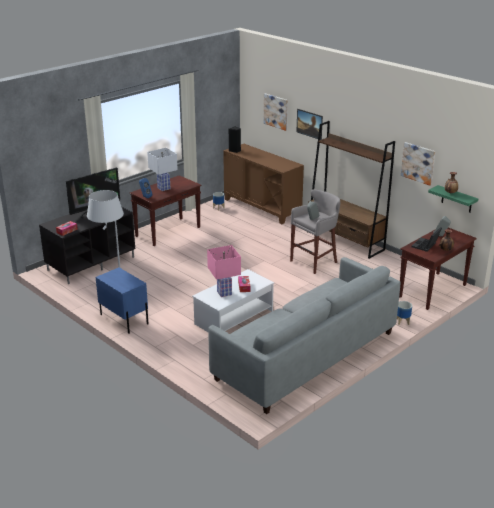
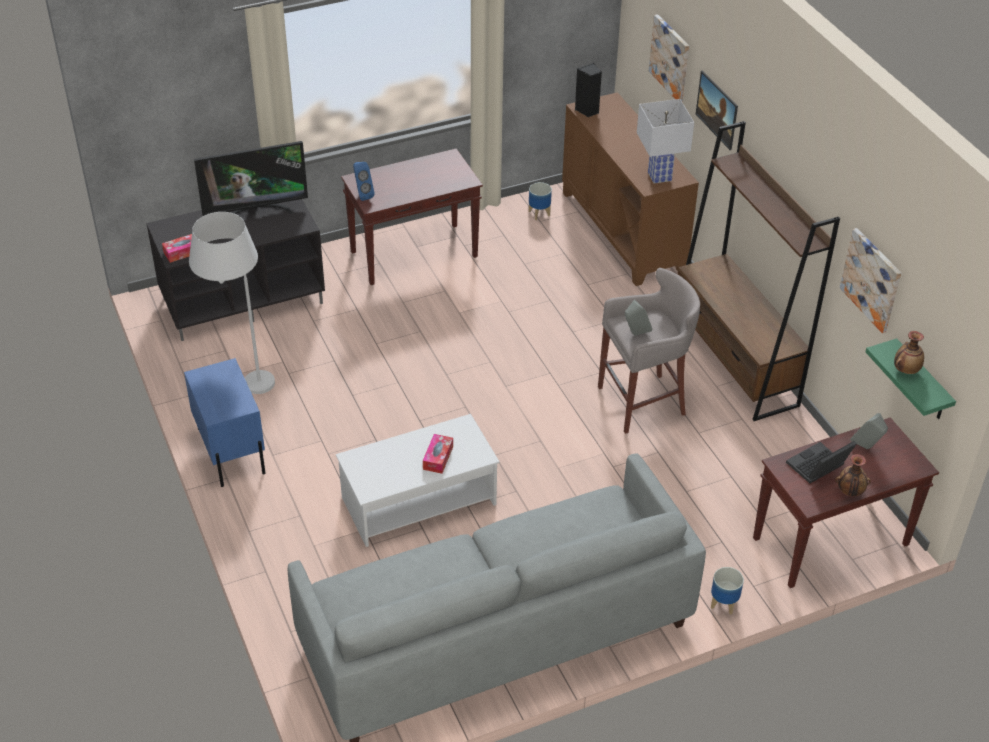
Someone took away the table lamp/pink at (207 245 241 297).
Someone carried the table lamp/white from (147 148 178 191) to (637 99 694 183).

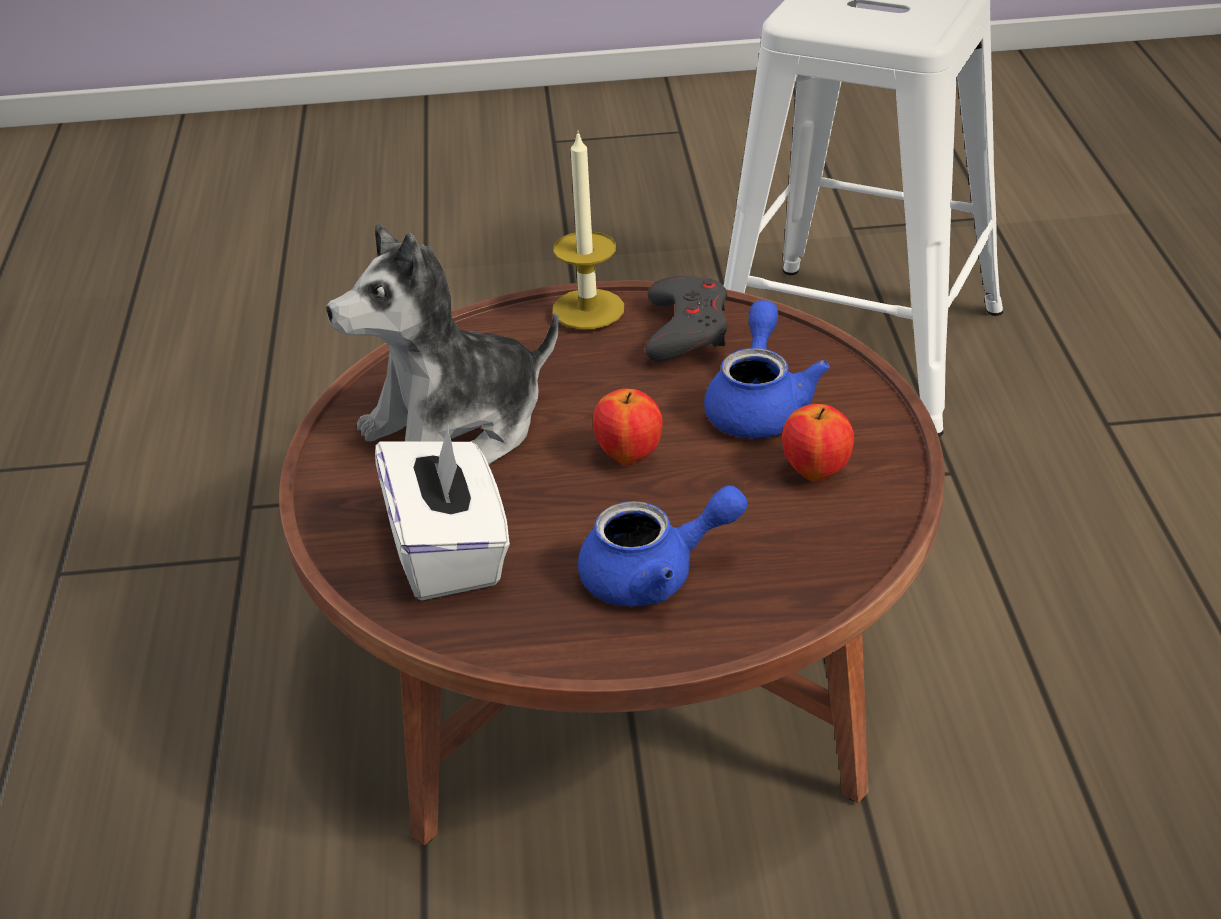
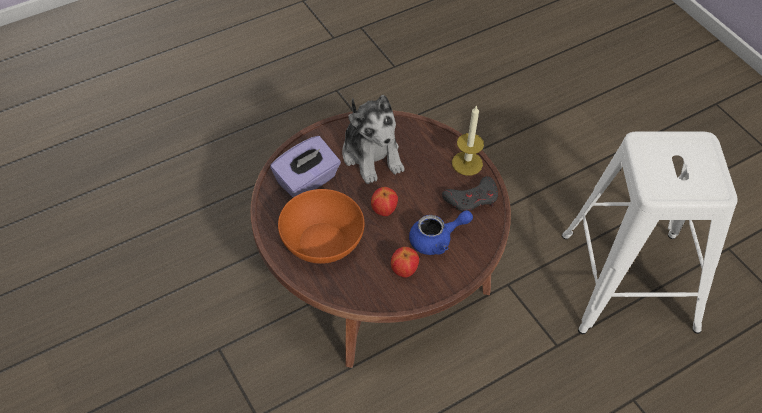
Someone swapped the teapot/blue at (578 486 747 607) for the bowl/orange at (278 189 364 264).
Someone repainted the tissue box/white at (375 425 510 600), which became the tissue box/purple at (270 136 341 198).
Someone rotated the plush toy at (326 223 559 465) by 150 degrees counterclockwise.

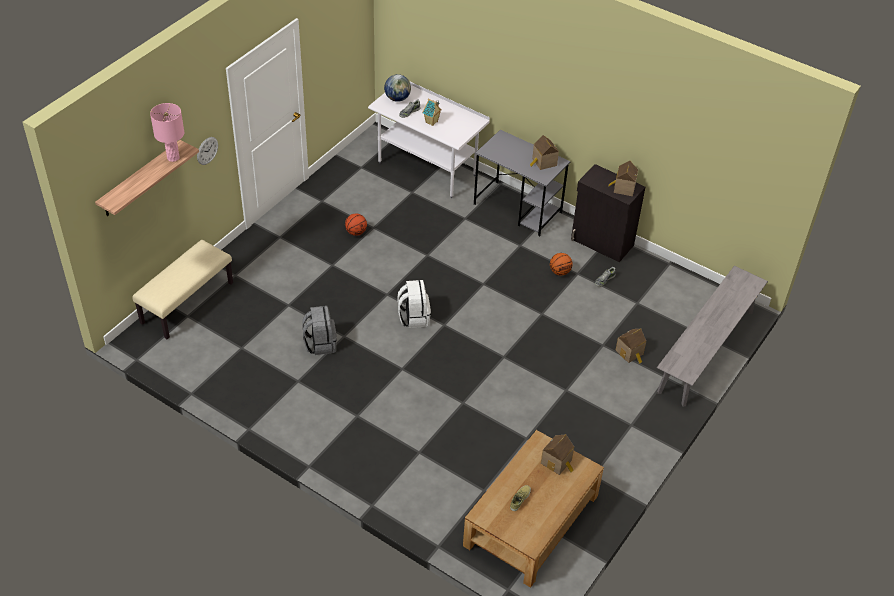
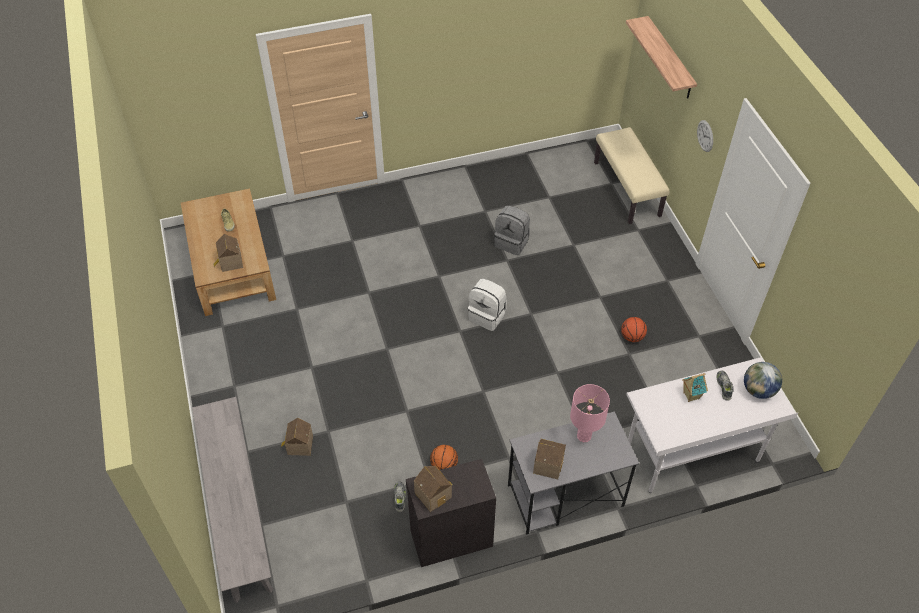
Someone carried the table lamp/pink from (150 103 184 162) to (570 384 610 442).

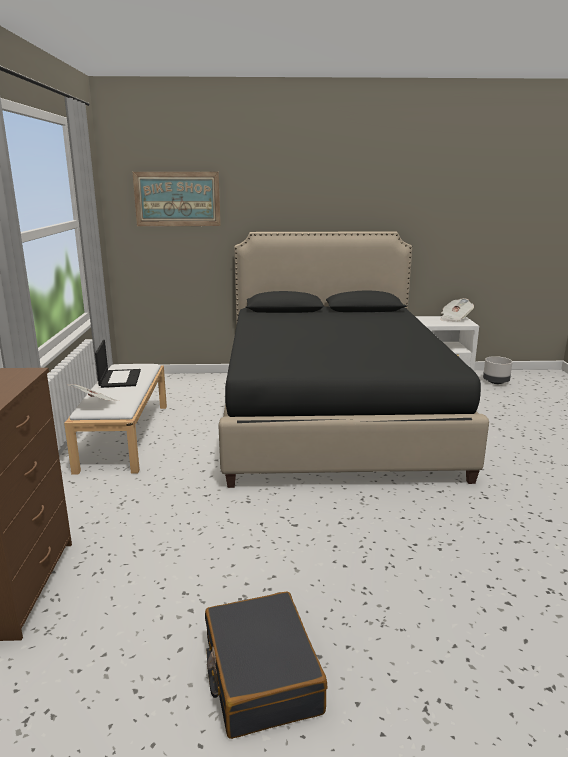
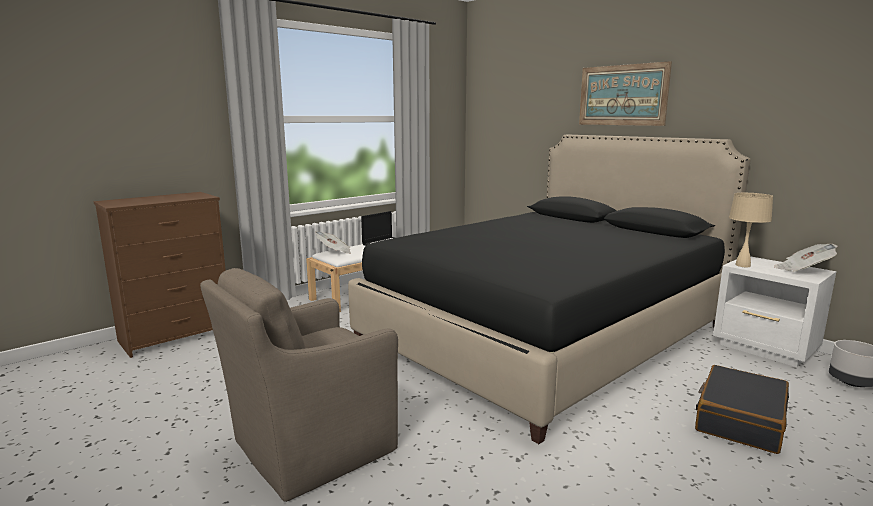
Someone put down the armchair/brown at (200 268 398 502).
Someone put down the table lamp/beige at (729 193 773 267).
Someone carried the picture from (133 172 221 226) to (579 61 672 126).
Someone carried the suitcase/black from (205 592 327 739) to (695 365 789 454).

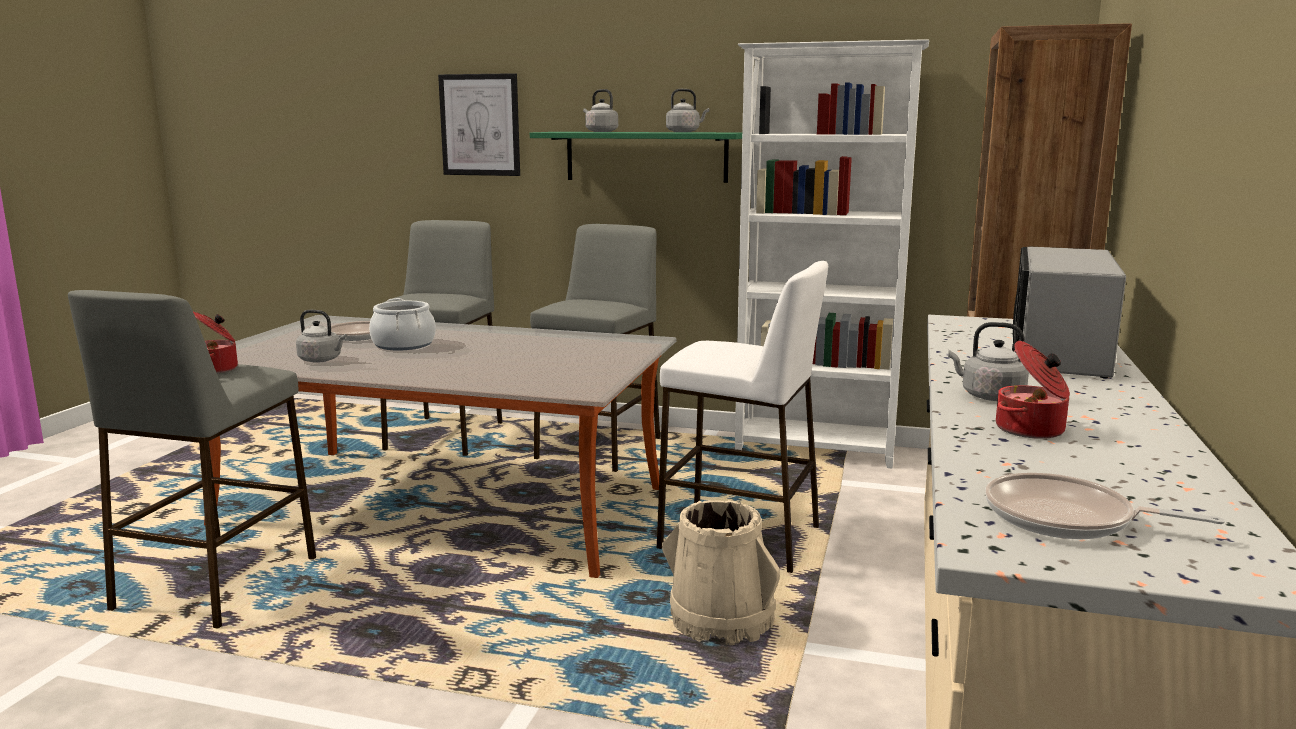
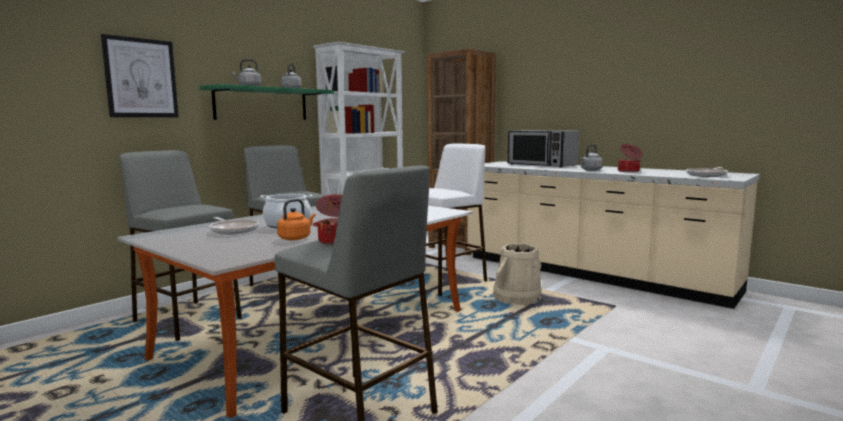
Someone repainted the kettle/grey at (296 310 347 363), which became the kettle/orange at (277 199 316 240).

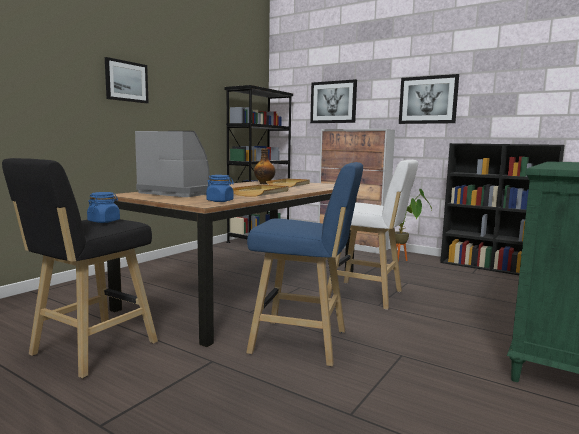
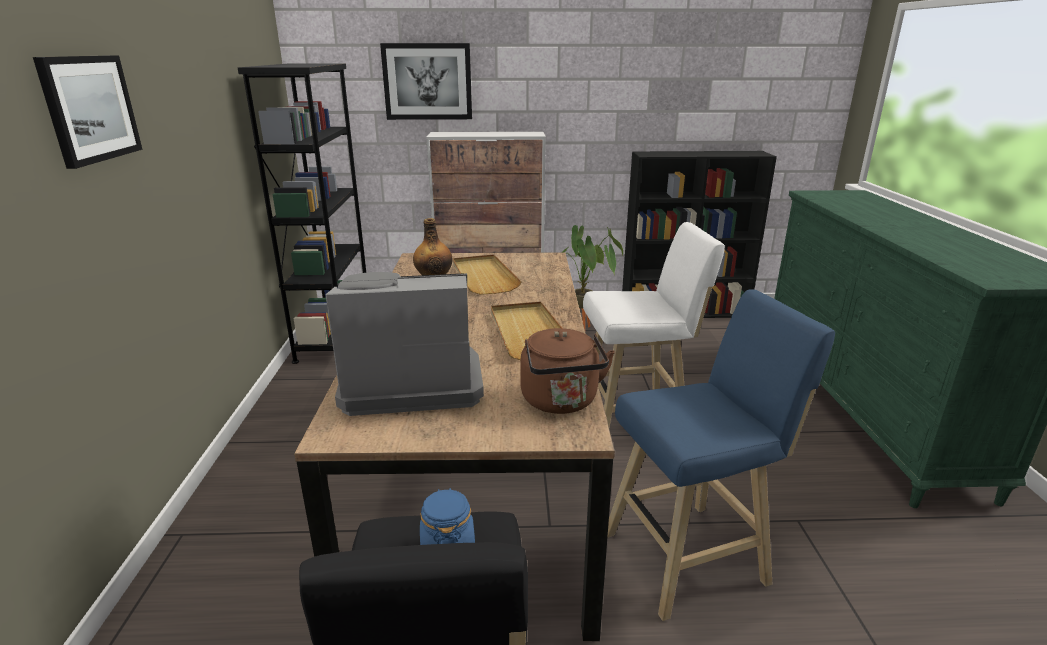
Someone took away the picture at (399 74 459 124).
Someone swapped the jar/blue at (206 175 234 202) for the kettle/brown at (520 328 615 414).

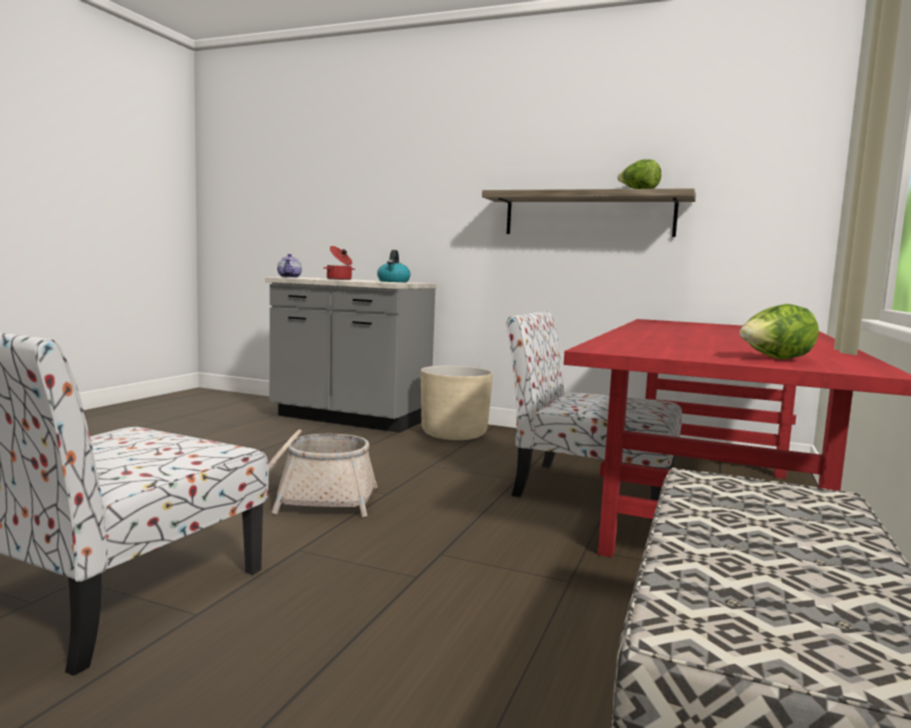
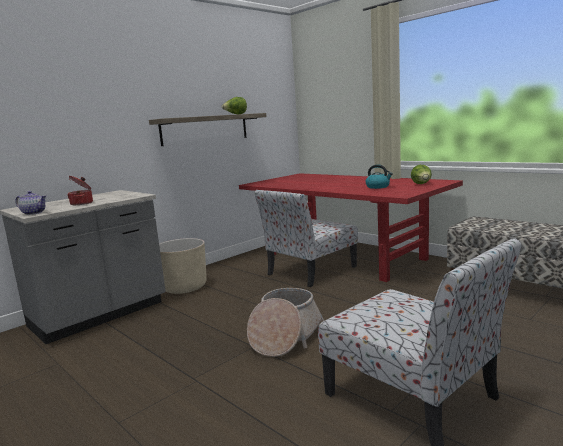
Someone carried the kettle from (377 250 410 282) to (366 164 393 189).

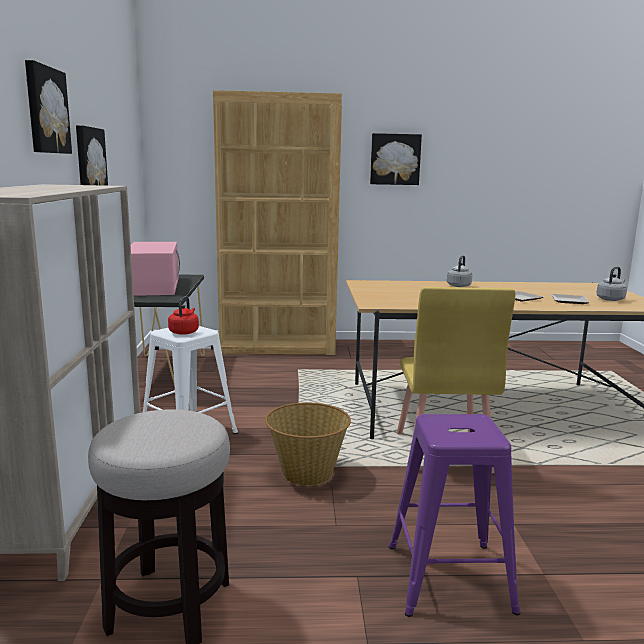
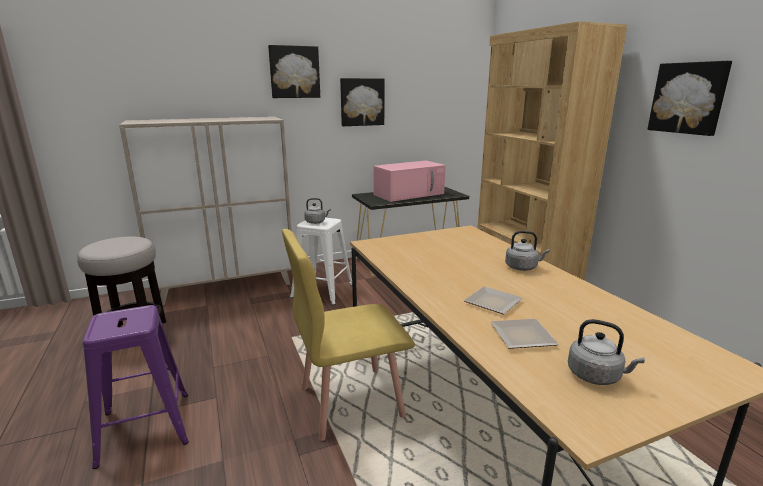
Someone took away the basket at (265 402 351 486).
Someone repainted the kettle/red at (168 296 199 335), which became the kettle/grey at (304 198 331 224).

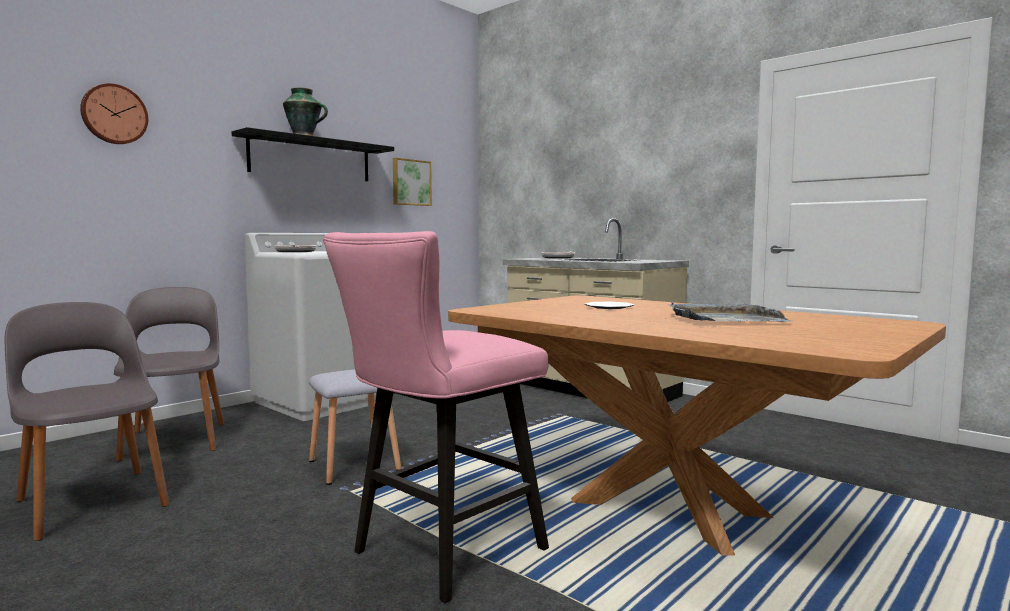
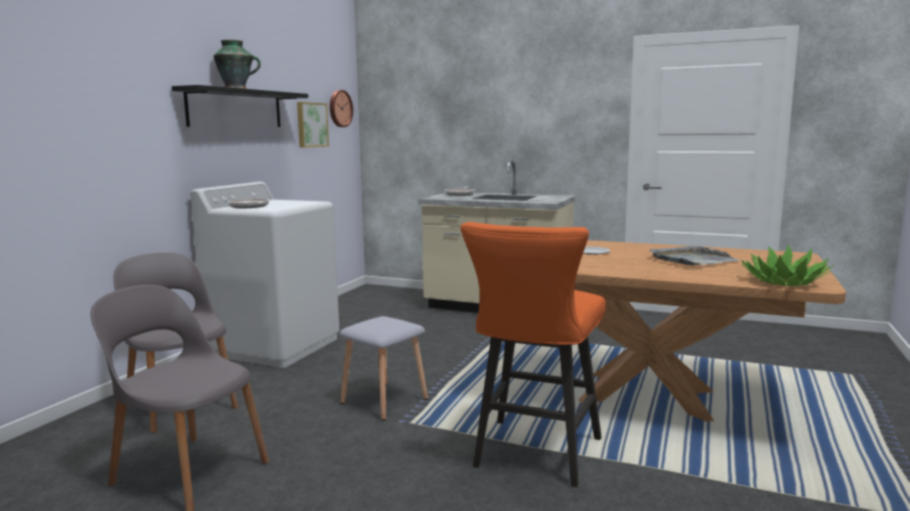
Someone put down the potted plant at (741 245 834 286).
Someone carried the wall clock from (80 83 148 144) to (330 90 353 127).
Someone repainted the stool/pink at (323 231 549 603), which became the stool/orange at (461 222 606 487).

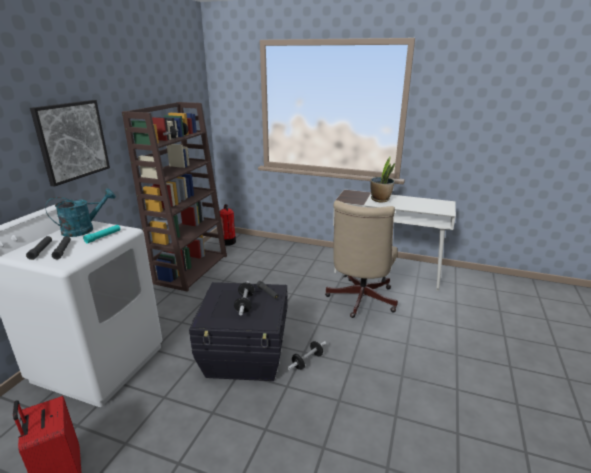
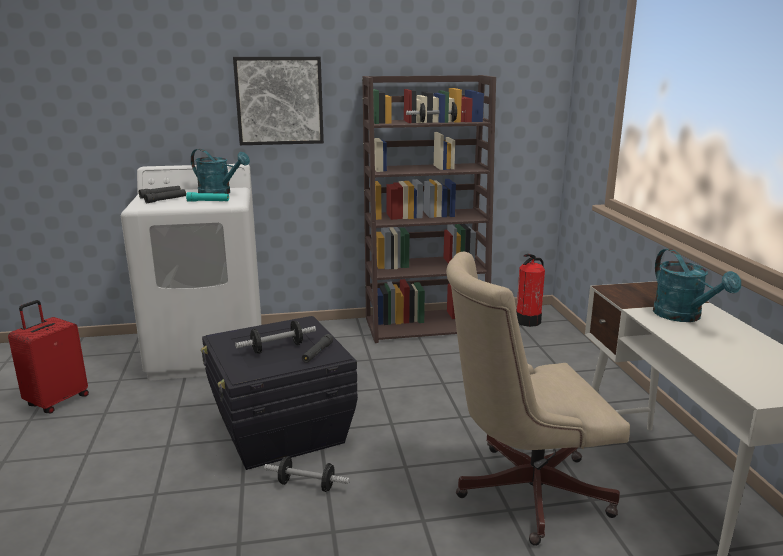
Someone swapped the potted plant at (371 156 395 202) for the watering can/turquoise at (653 249 741 322).

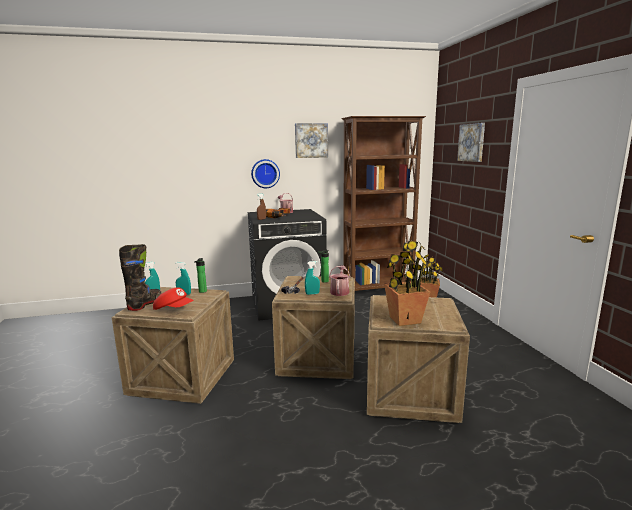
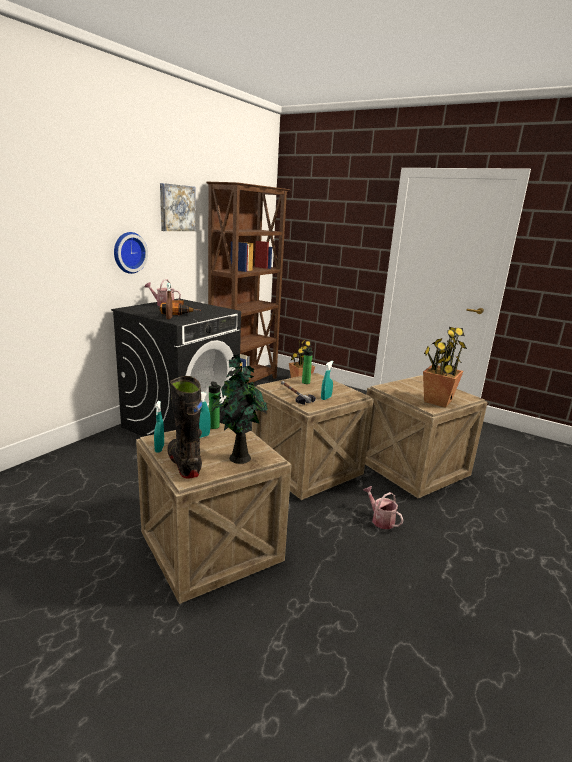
Someone took away the picture at (457 123 485 162).
Someone carried the watering can from (329 265 350 296) to (363 486 403 529).
Someone swapped the cap/red at (153 287 193 310) for the potted plant at (212 354 268 464).

